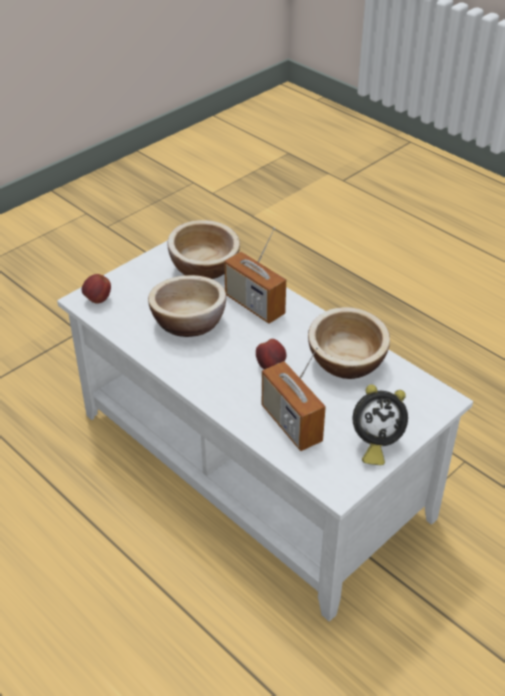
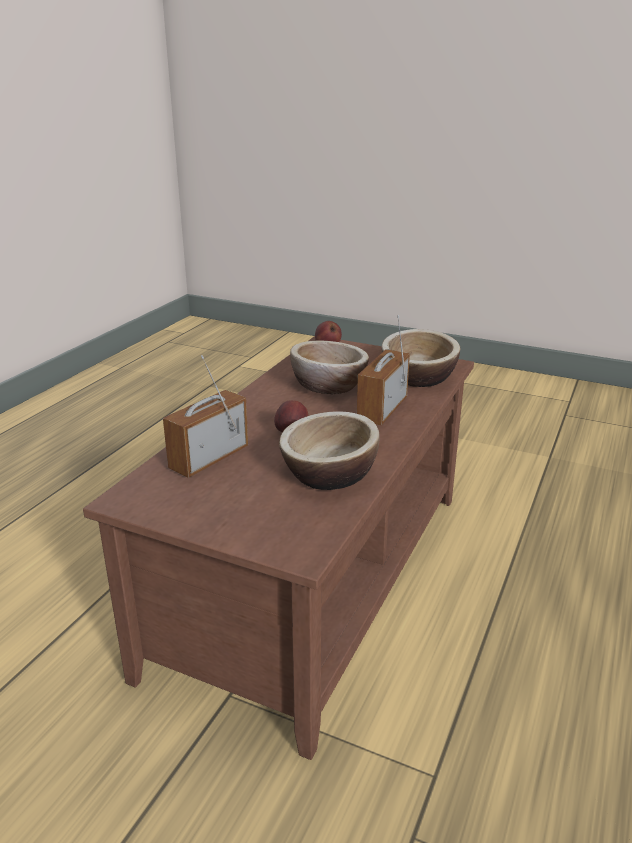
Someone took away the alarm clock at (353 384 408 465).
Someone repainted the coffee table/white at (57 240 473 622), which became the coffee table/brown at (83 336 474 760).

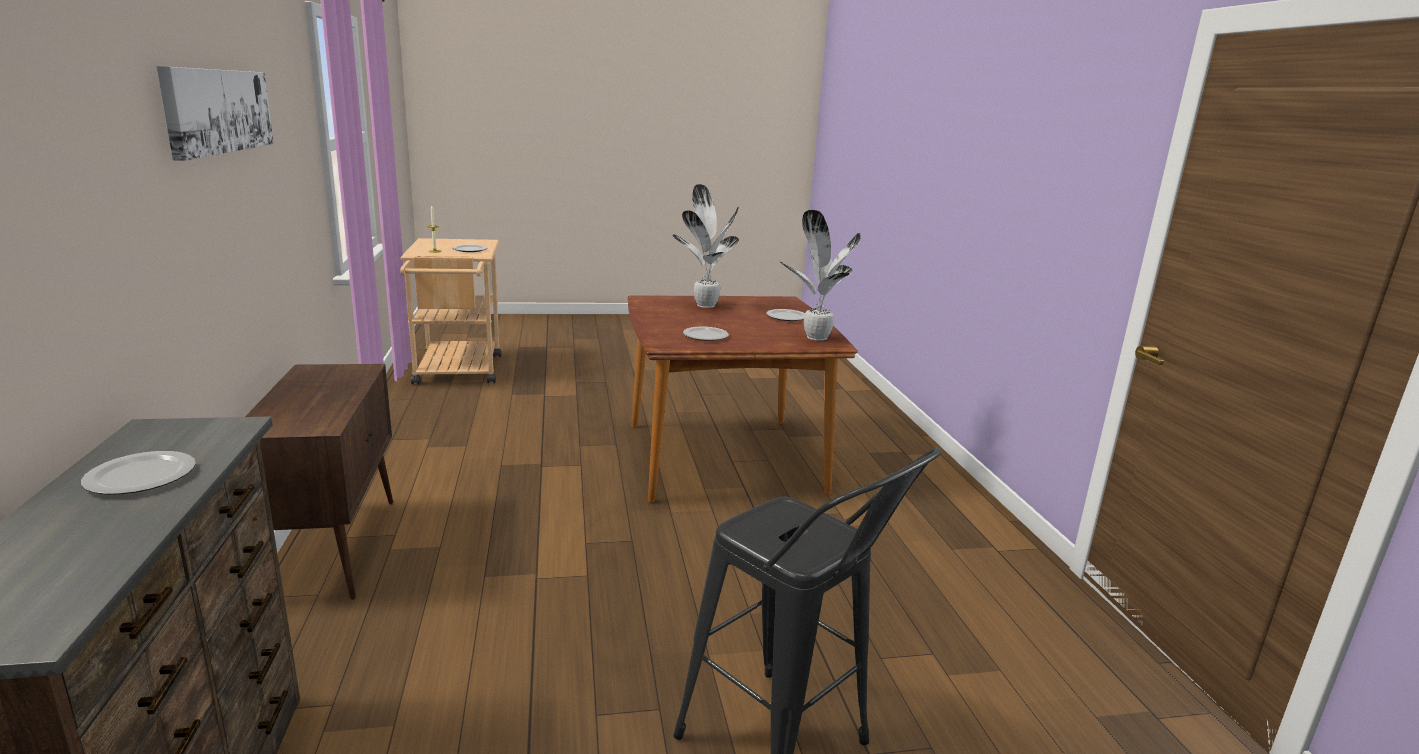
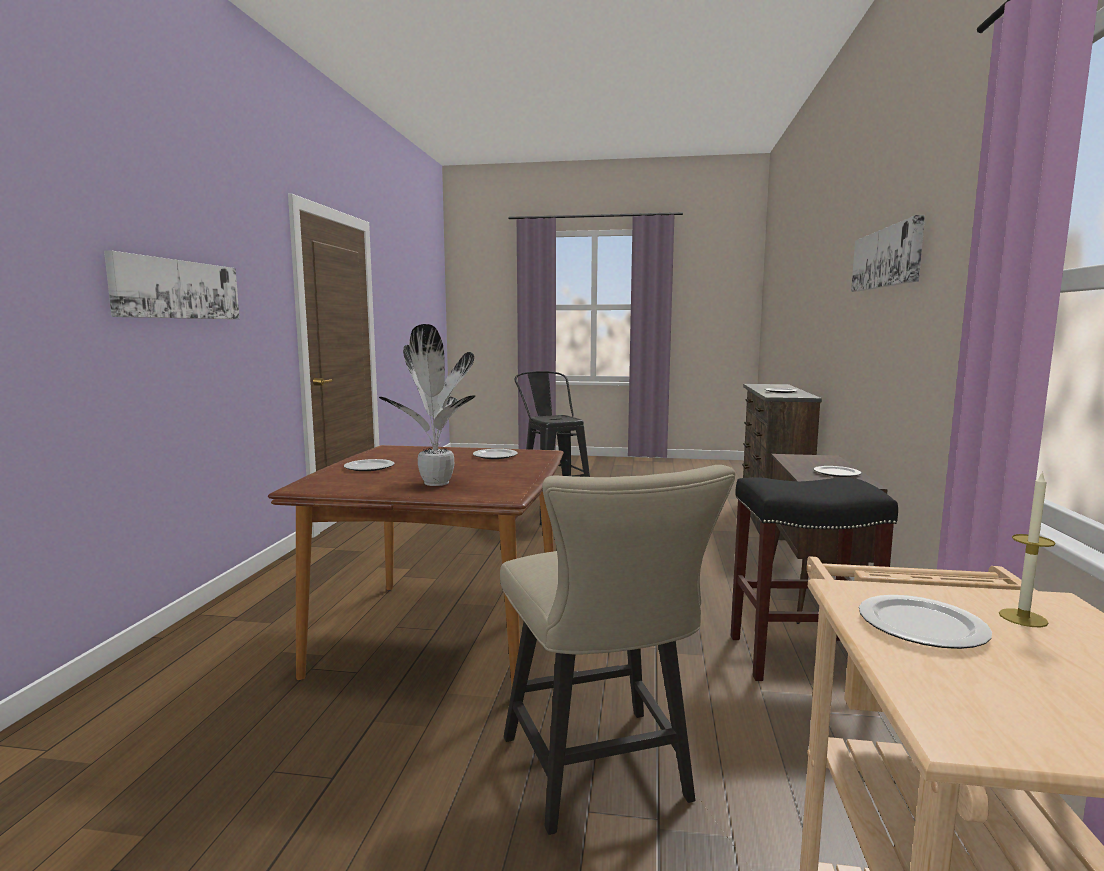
Someone took away the potted plant at (781 210 861 341).
Someone put up the picture at (104 251 240 319).
Someone put down the chair/beige at (500 465 735 835).
Someone put down the stool/black at (731 477 898 681).
Someone put down the plate at (814 466 861 477).

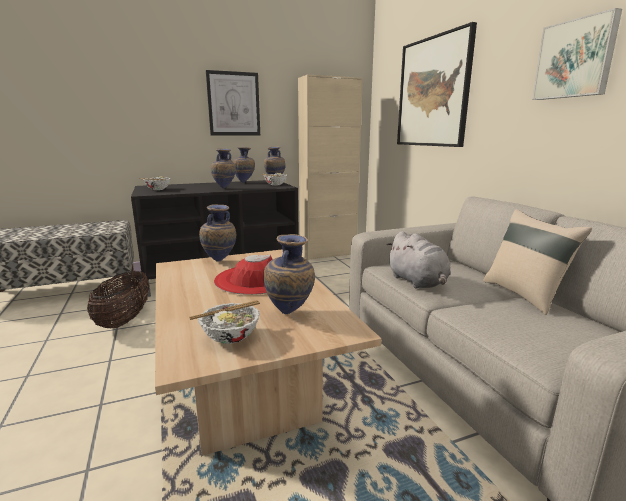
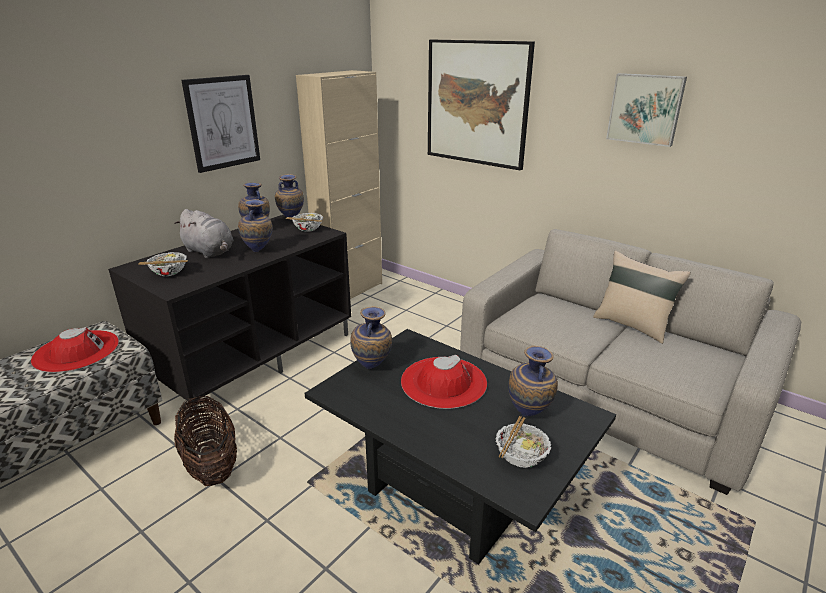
Someone put down the hat/red at (31 327 119 373).
Someone carried the plush toy/grey from (387 231 451 289) to (174 209 234 258).
Someone repainted the coffee table/beige at (155 250 382 456), which became the coffee table/black at (305 329 616 564).

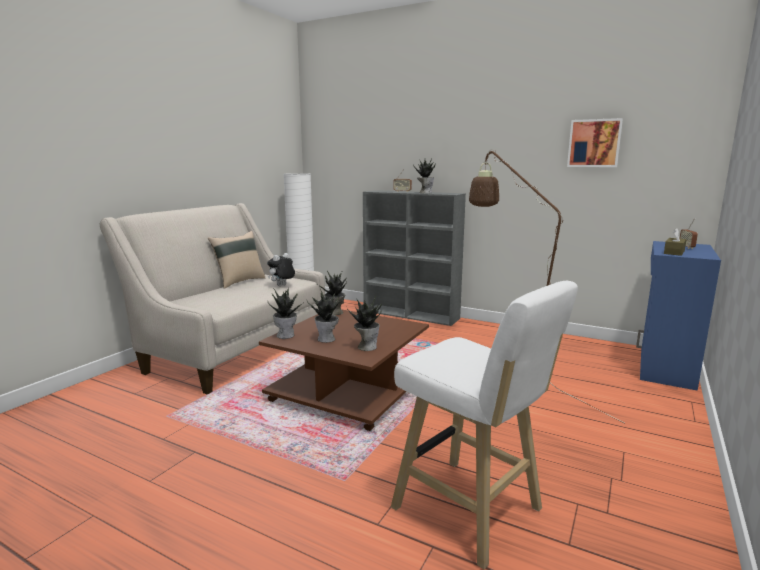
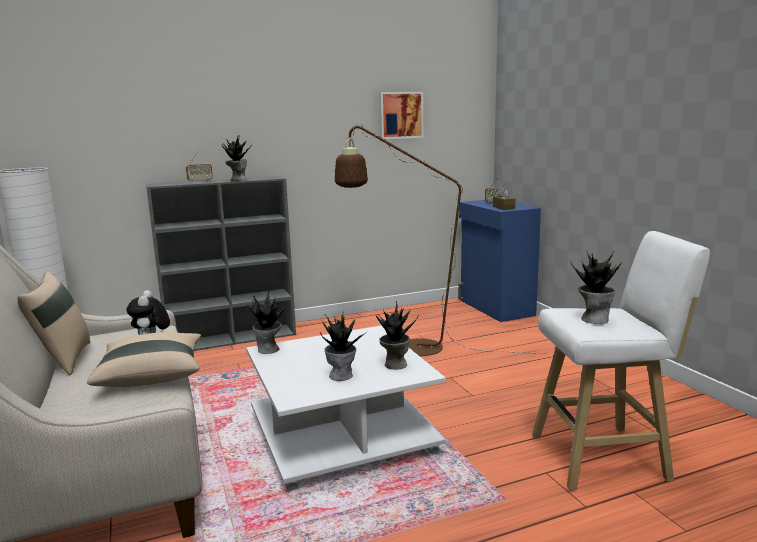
Someone put down the pillow/beige at (87 332 201 387).
Someone carried the potted plant from (268 286 303 339) to (570 250 622 324).
Someone repainted the coffee table/brown at (259 310 429 431), which became the coffee table/white at (246 325 446 491).

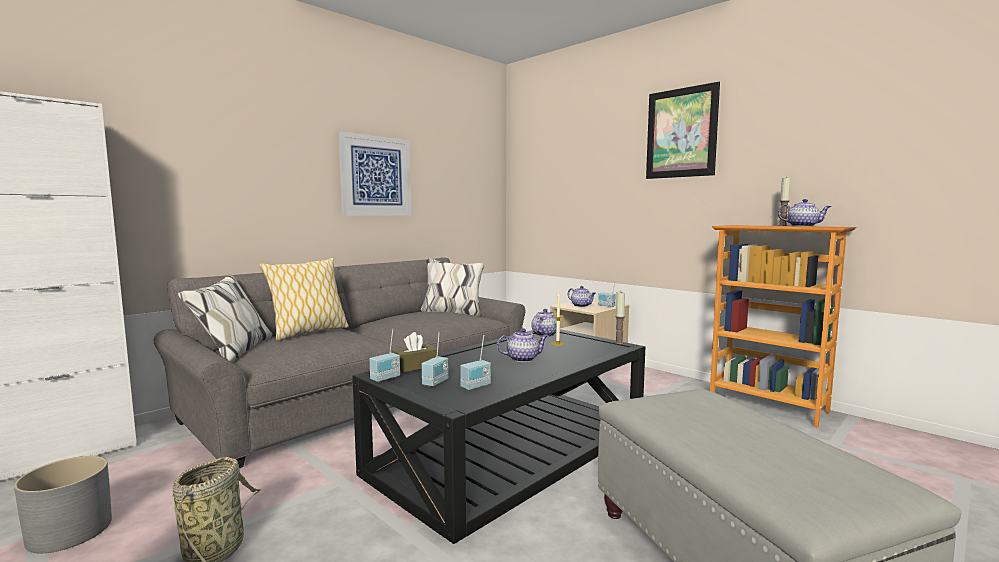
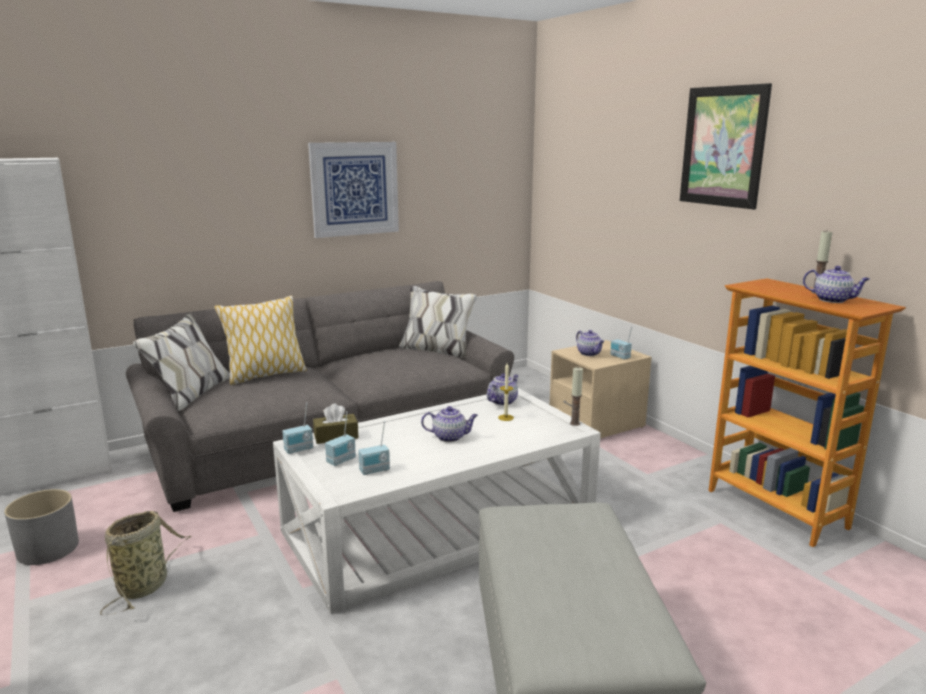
Someone repainted the coffee table/black at (353 329 645 544), which became the coffee table/white at (273 388 601 614).

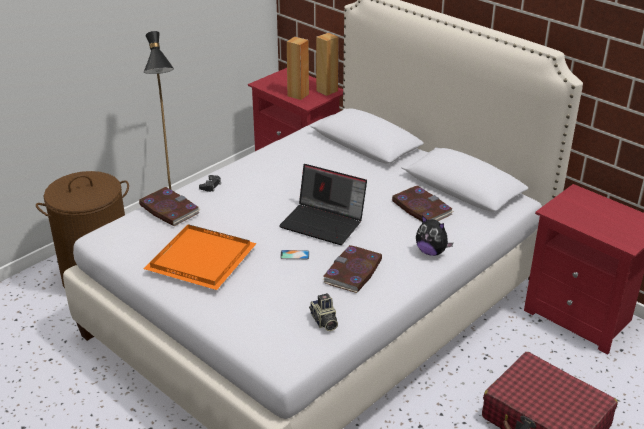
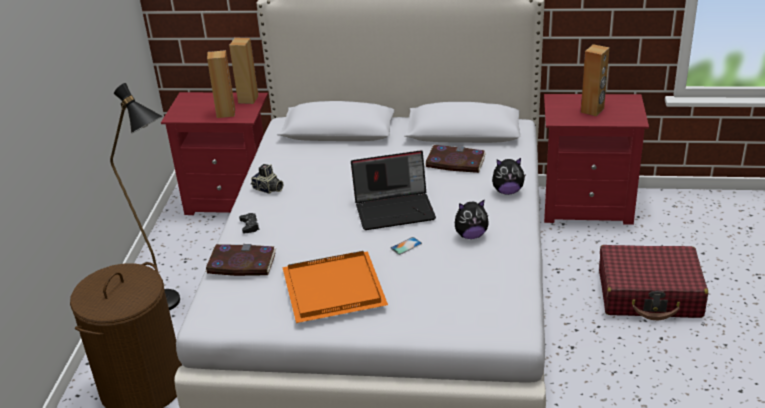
Someone put down the speaker/brown at (581 44 609 117).
Someone carried the photo camera from (309 293 338 331) to (251 164 283 194).
Someone swapped the book at (322 245 382 293) for the plush toy at (455 200 489 239).

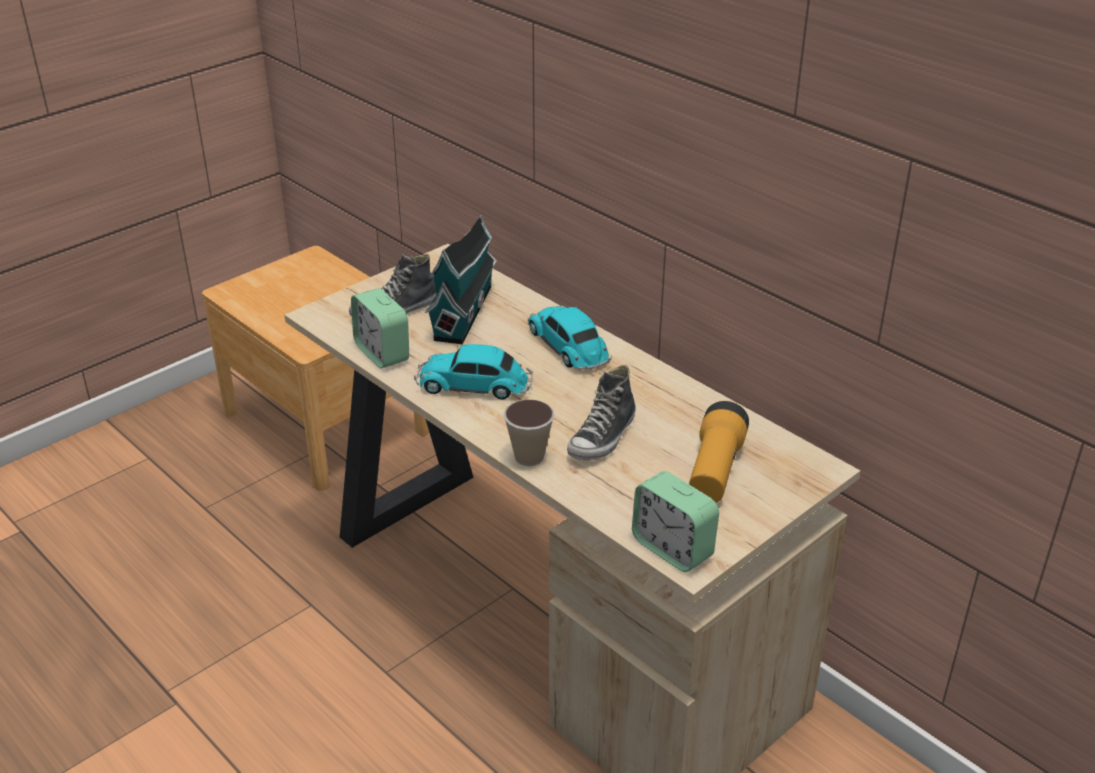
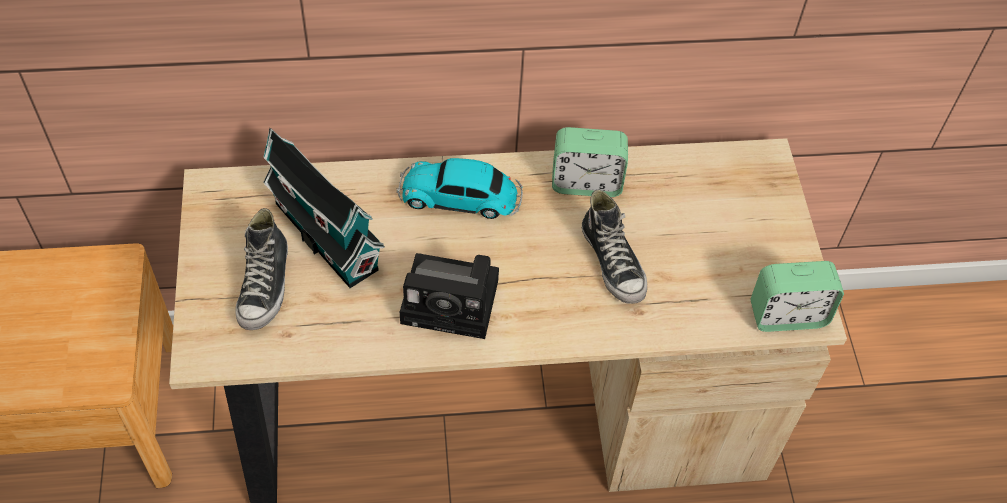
Someone took away the cup at (503 399 554 466).
Someone took away the flashlight at (689 401 749 503).
Someone carried the alarm clock from (351 288 409 368) to (552 127 628 197).
Someone swapped the toy car at (414 344 533 400) for the photo camera at (400 253 499 339).

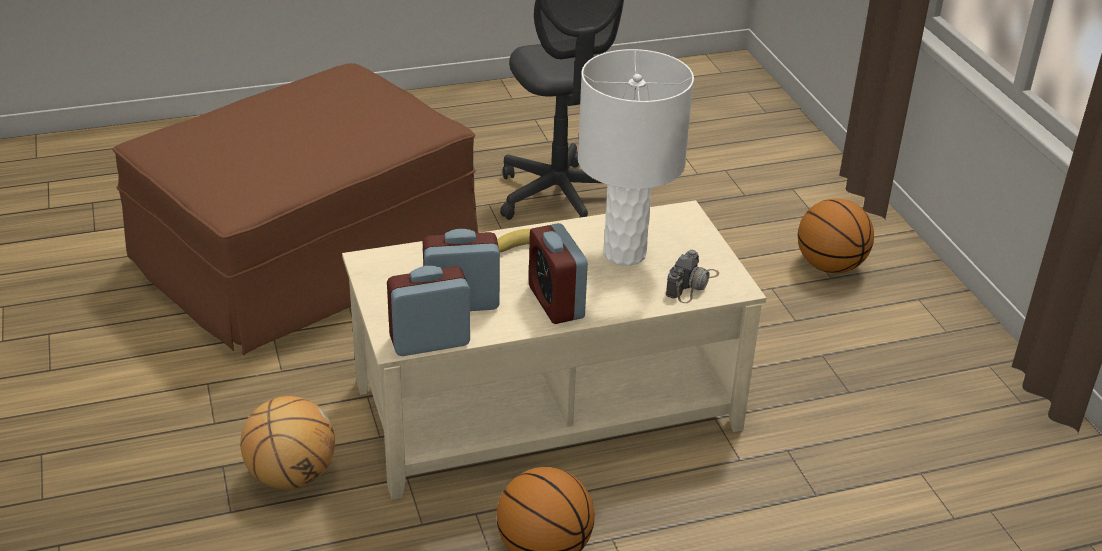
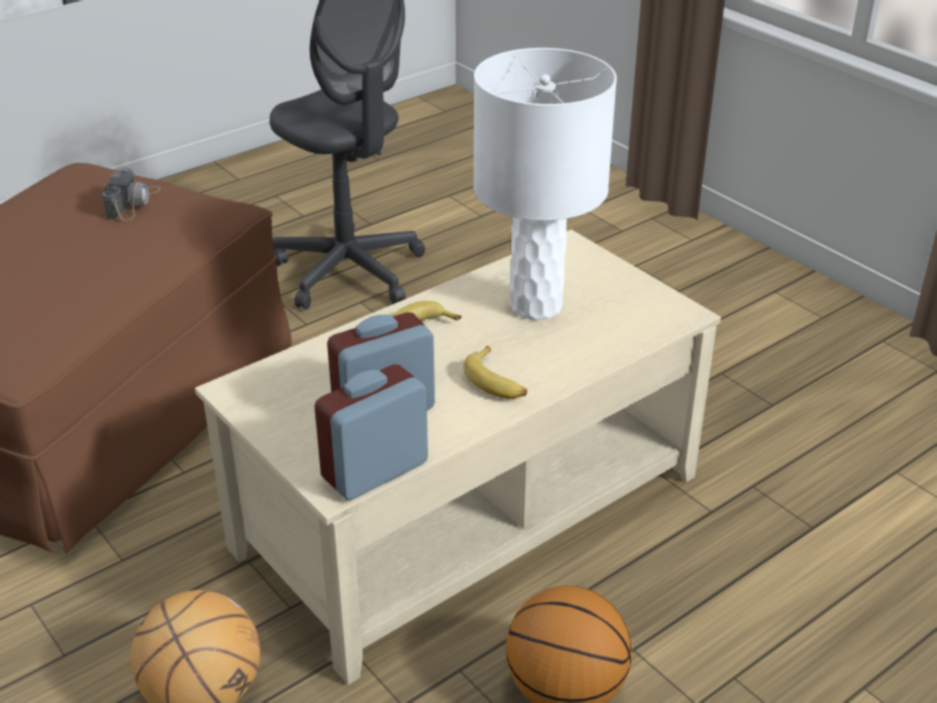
Someone took away the basketball at (798 198 874 273).
Someone carried the photo camera from (666 250 719 303) to (102 167 161 221).
Someone swapped the alarm clock at (529 223 588 324) for the banana at (463 346 527 399).

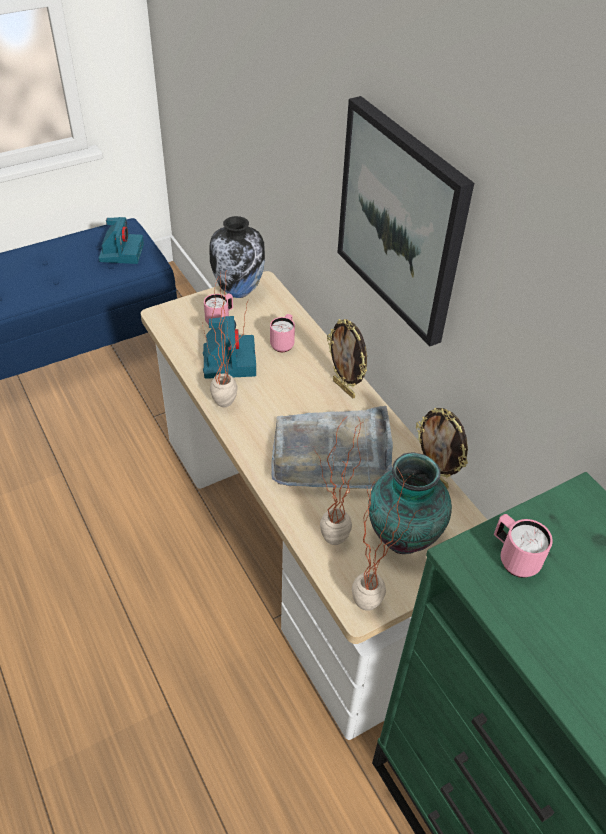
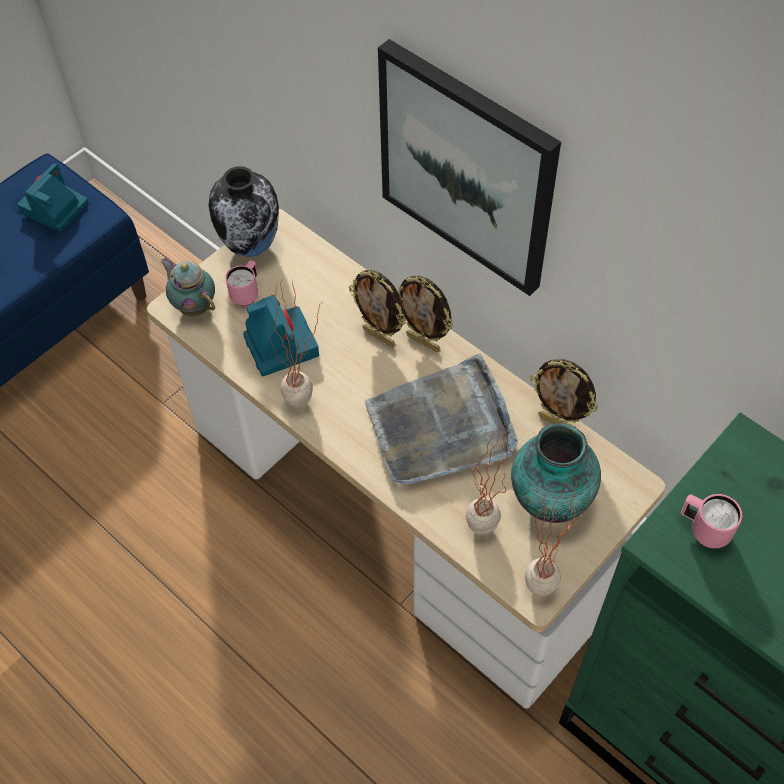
Someone took away the mug/pink at (270 314 295 352).
Someone put down the teapot at (160 258 215 316).
Someone put down the picture frame at (349 270 407 347).
Someone rotated the photo camera at (99 217 144 264) by 135 degrees counterclockwise.

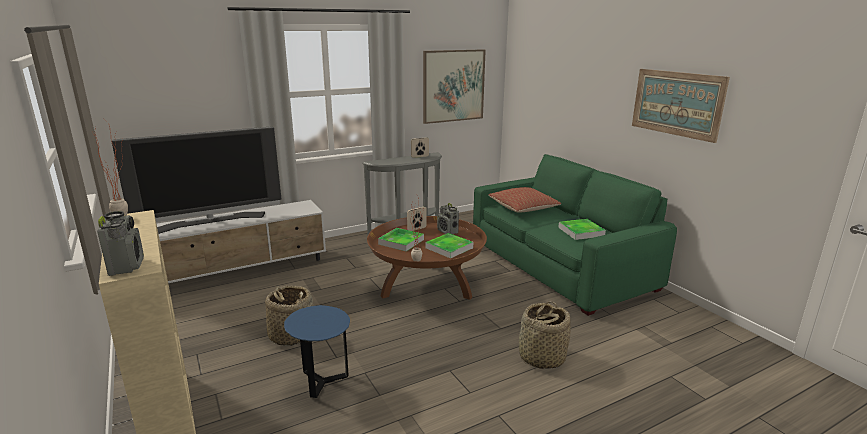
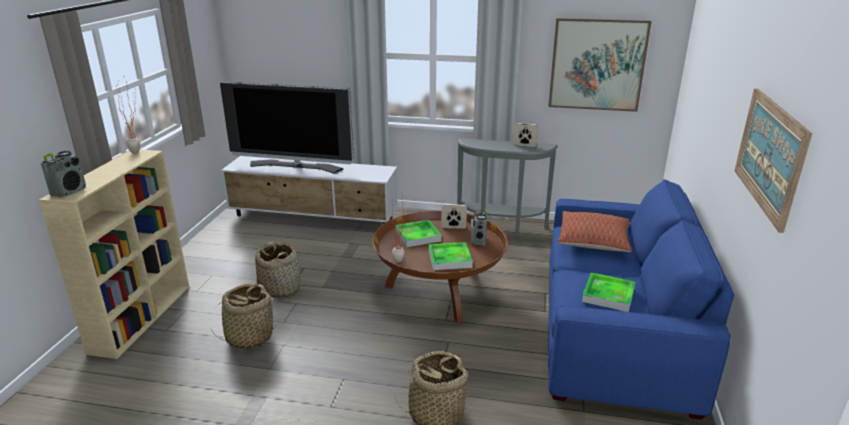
Someone swapped the side table/blue at (284 305 350 398) for the basket at (211 284 280 349).
Someone repainted the sofa/green at (473 154 677 316), which became the sofa/blue at (548 179 734 419).

